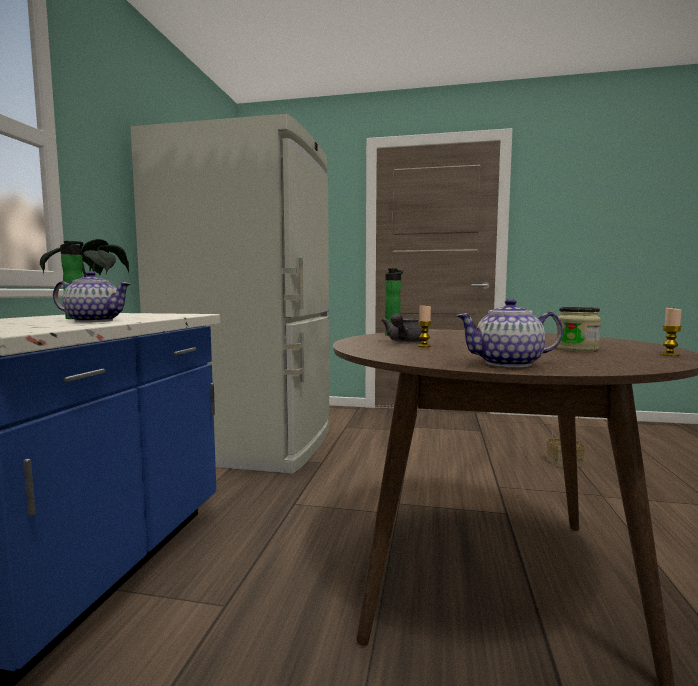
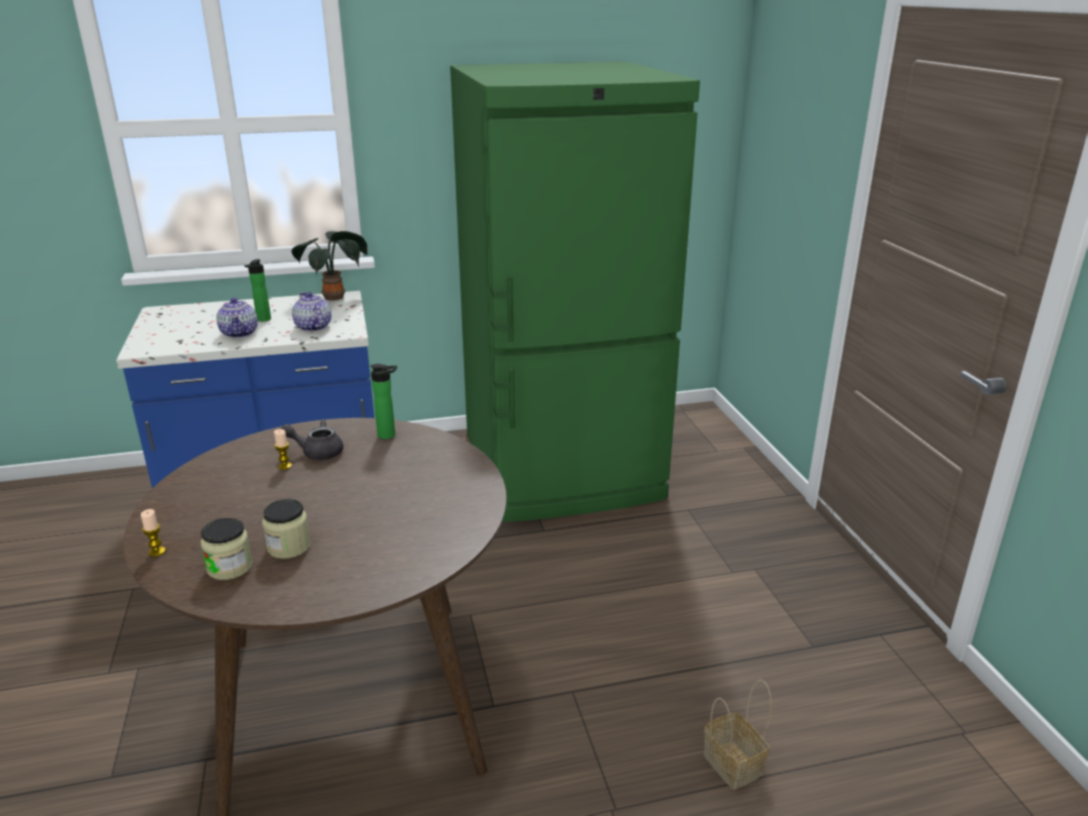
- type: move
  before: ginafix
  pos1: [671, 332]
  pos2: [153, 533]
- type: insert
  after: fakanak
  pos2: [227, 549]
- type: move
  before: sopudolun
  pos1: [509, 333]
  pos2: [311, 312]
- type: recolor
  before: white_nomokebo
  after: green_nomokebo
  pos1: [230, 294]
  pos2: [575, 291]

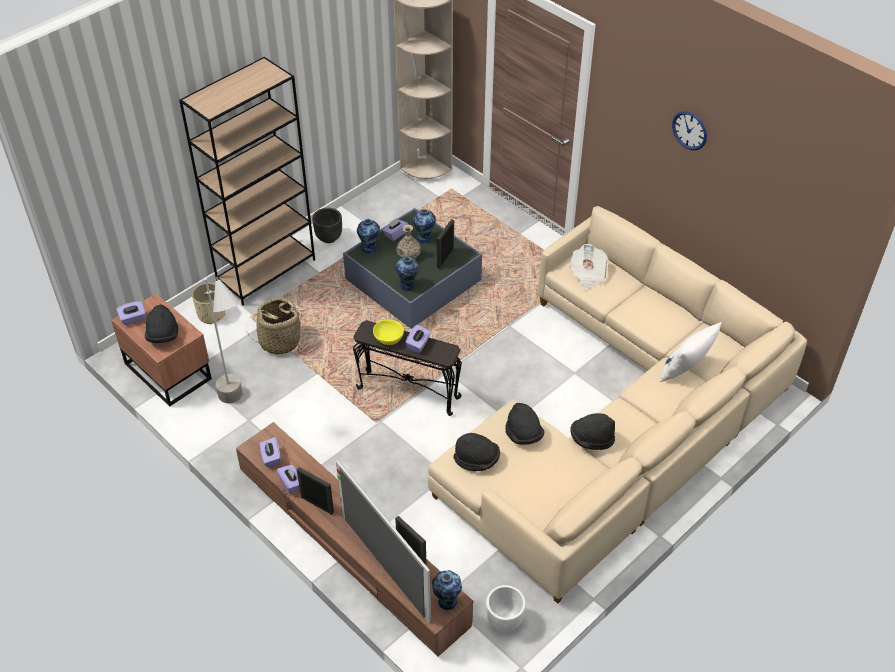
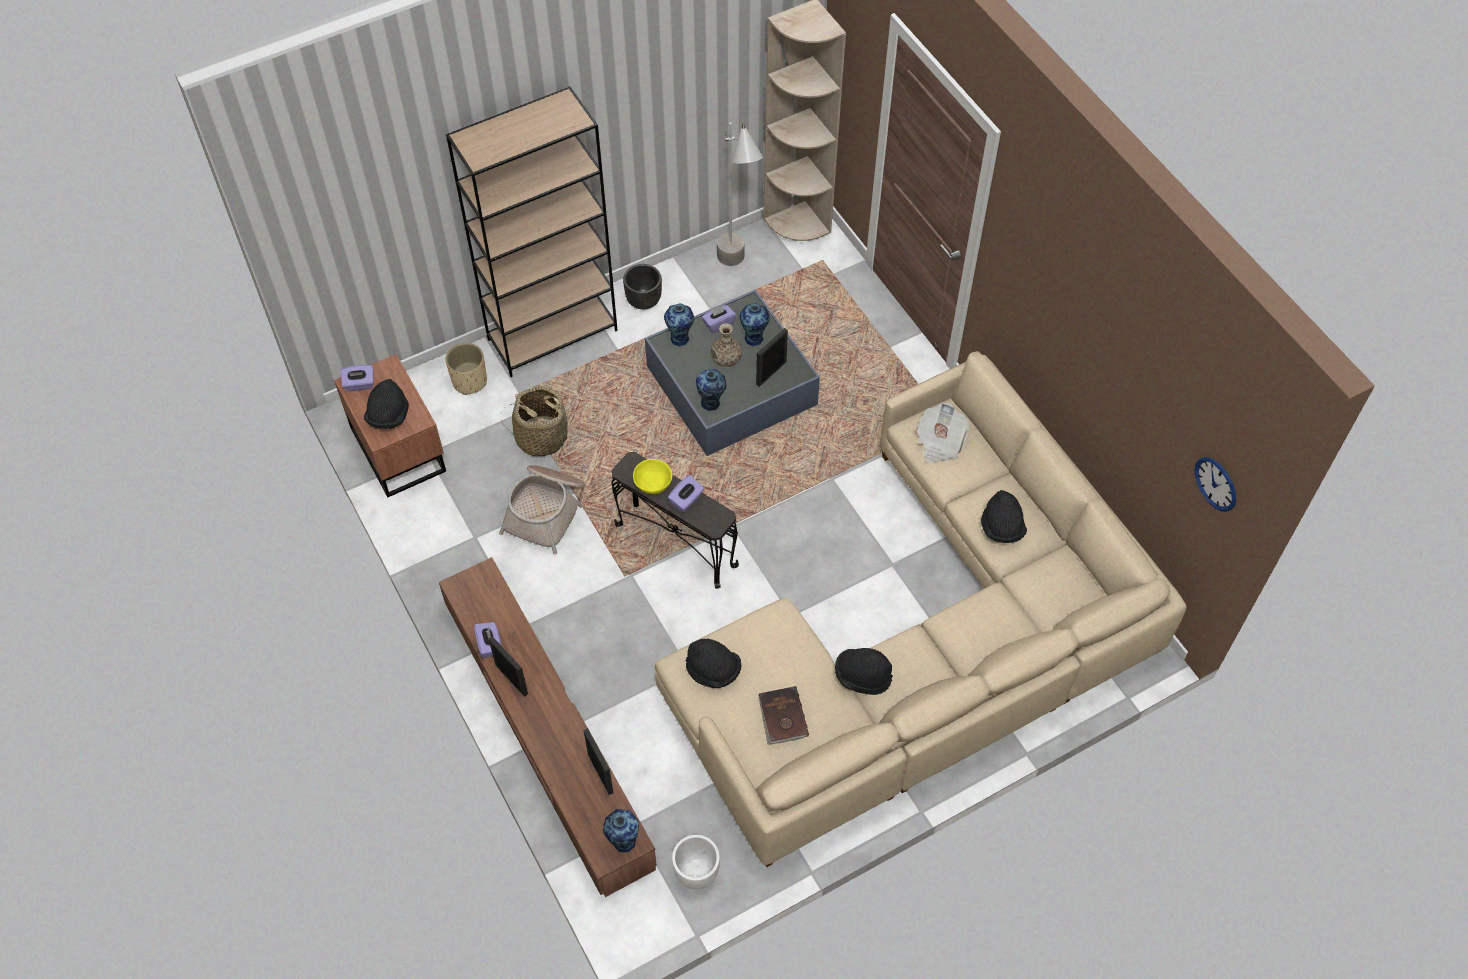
- type: insert
  after: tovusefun
  pos2: [542, 510]
- type: move
  before: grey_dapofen
  pos1: [222, 340]
  pos2: [740, 194]
- type: insert
  after: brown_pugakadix
  pos2: [783, 715]
- type: move
  before: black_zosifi
  pos1: [525, 424]
  pos2: [1004, 516]
- type: move
  before: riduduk
  pos1: [689, 130]
  pos2: [1215, 484]
- type: delete
  before: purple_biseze
  pos1: [270, 452]
- type: delete
  before: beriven
  pos1: [383, 541]
- type: delete
  before: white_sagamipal
  pos1: [690, 352]

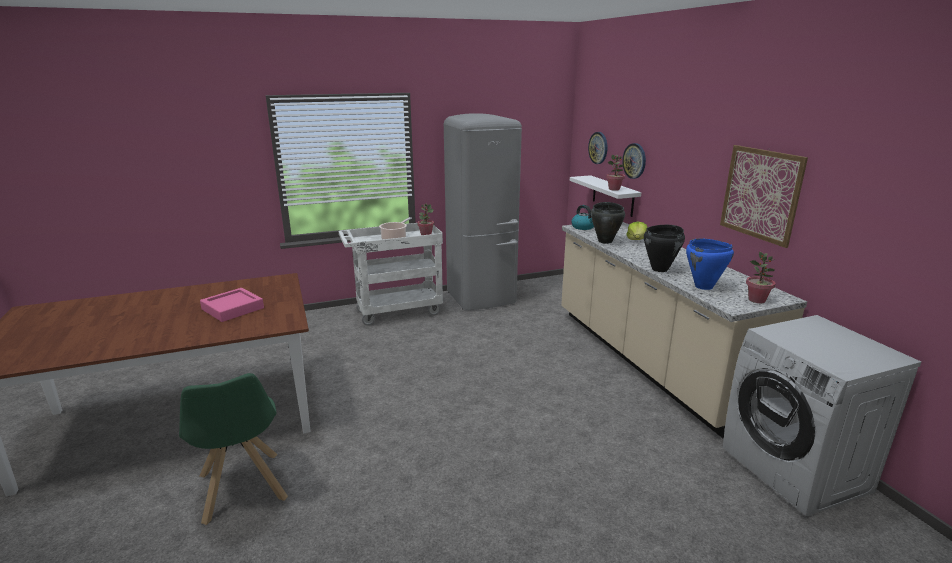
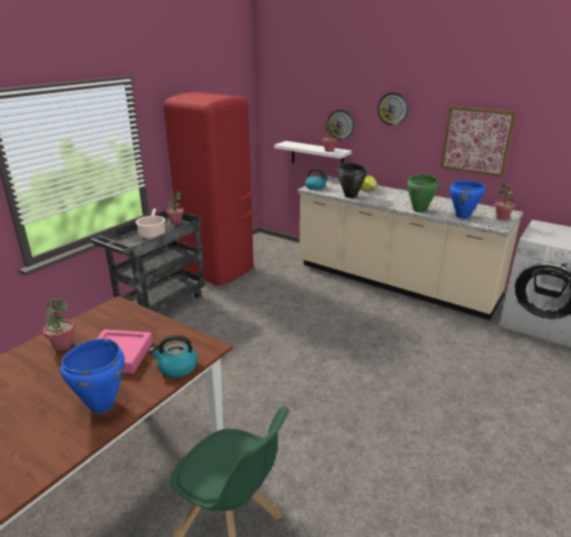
- type: insert
  after: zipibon
  pos2: [59, 324]
- type: insert
  after: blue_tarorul
  pos2: [92, 376]
- type: recolor
  before: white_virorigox
  after: black_virorigox
  pos1: [391, 274]
  pos2: [148, 261]
- type: insert
  after: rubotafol
  pos2: [173, 356]
- type: recolor
  before: grey_nomokebo
  after: red_nomokebo
  pos1: [483, 211]
  pos2: [209, 189]
- type: move
  before: riduduk
  pos1: [598, 148]
  pos2: [393, 109]
- type: recolor
  before: black_tarorul
  after: green_tarorul
  pos1: [664, 248]
  pos2: [423, 193]

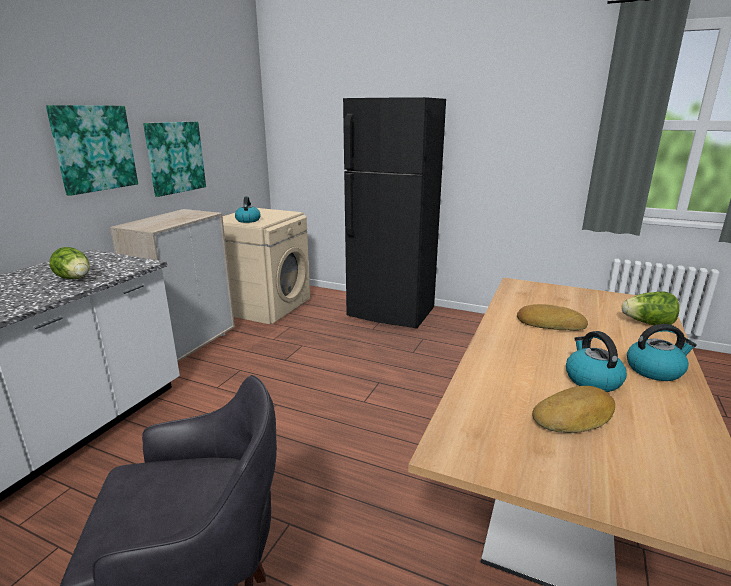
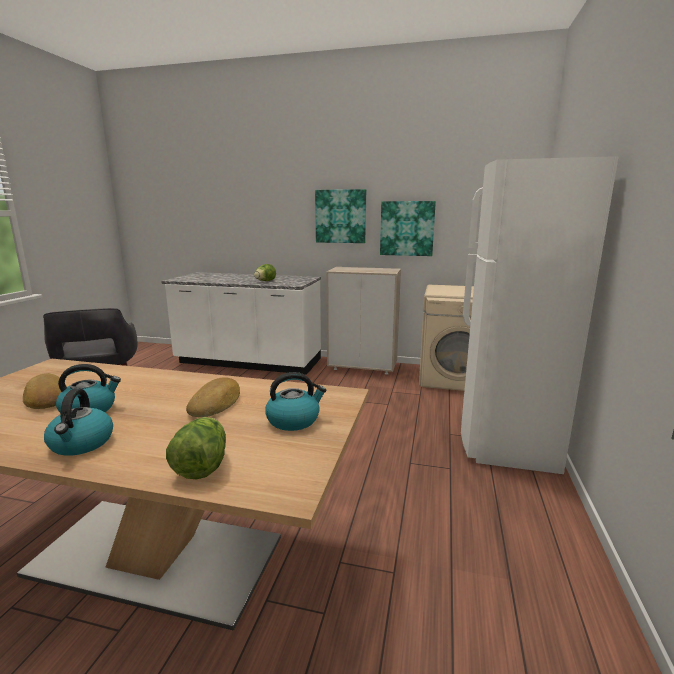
- type: move
  before: rubotafol
  pos1: [248, 209]
  pos2: [295, 401]
- type: recolor
  before: black_nomokebo
  after: white_nomokebo
  pos1: [394, 213]
  pos2: [540, 315]

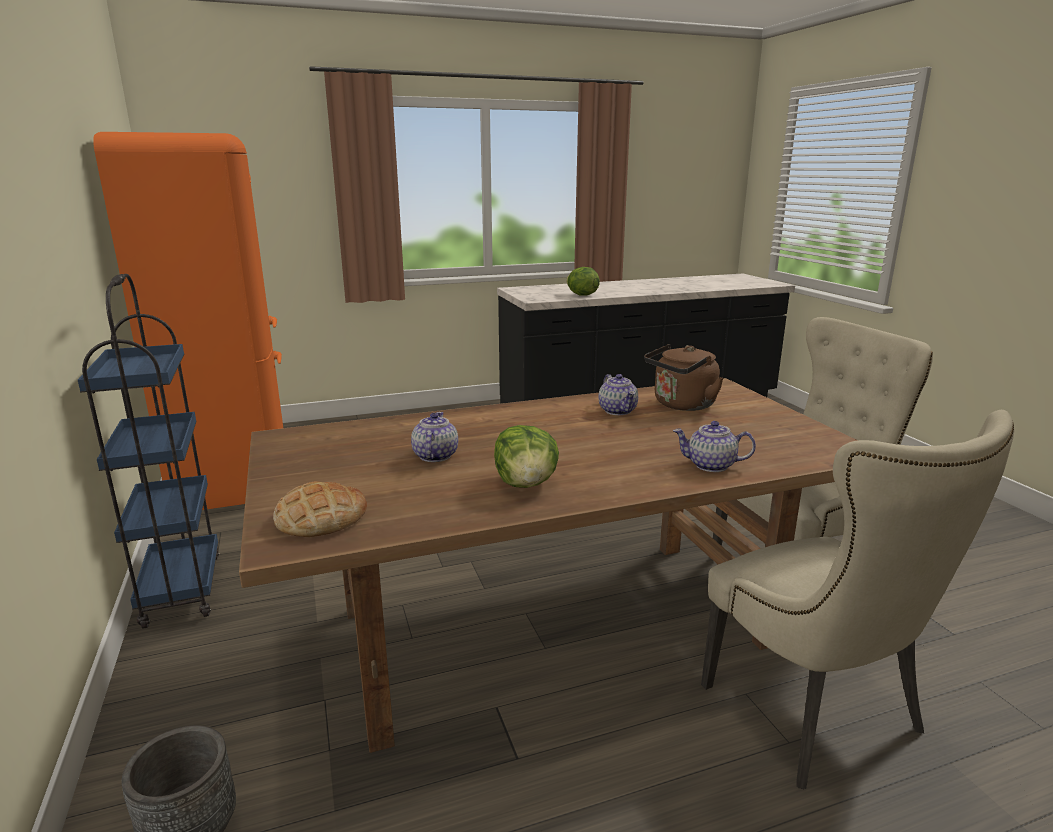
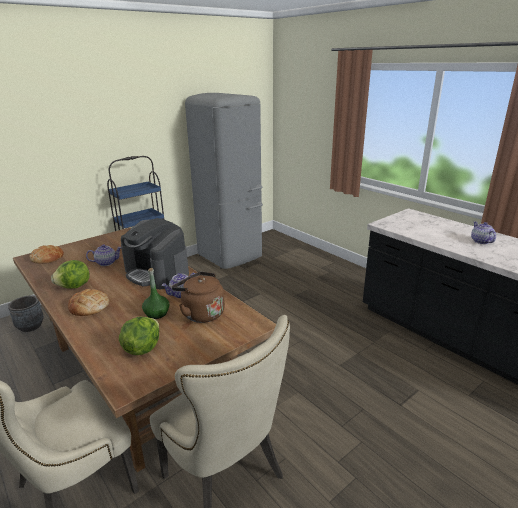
- type: insert
  after: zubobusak
  pos2: [88, 302]
- type: move
  before: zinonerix
  pos1: [583, 281]
  pos2: [139, 336]
- type: insert
  after: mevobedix
  pos2: [155, 253]
- type: insert
  after: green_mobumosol
  pos2: [155, 293]
- type: recolor
  before: orange_nomokebo
  after: grey_nomokebo
  pos1: [188, 321]
  pos2: [224, 181]
- type: move
  before: sopudolun
  pos1: [714, 446]
  pos2: [483, 233]

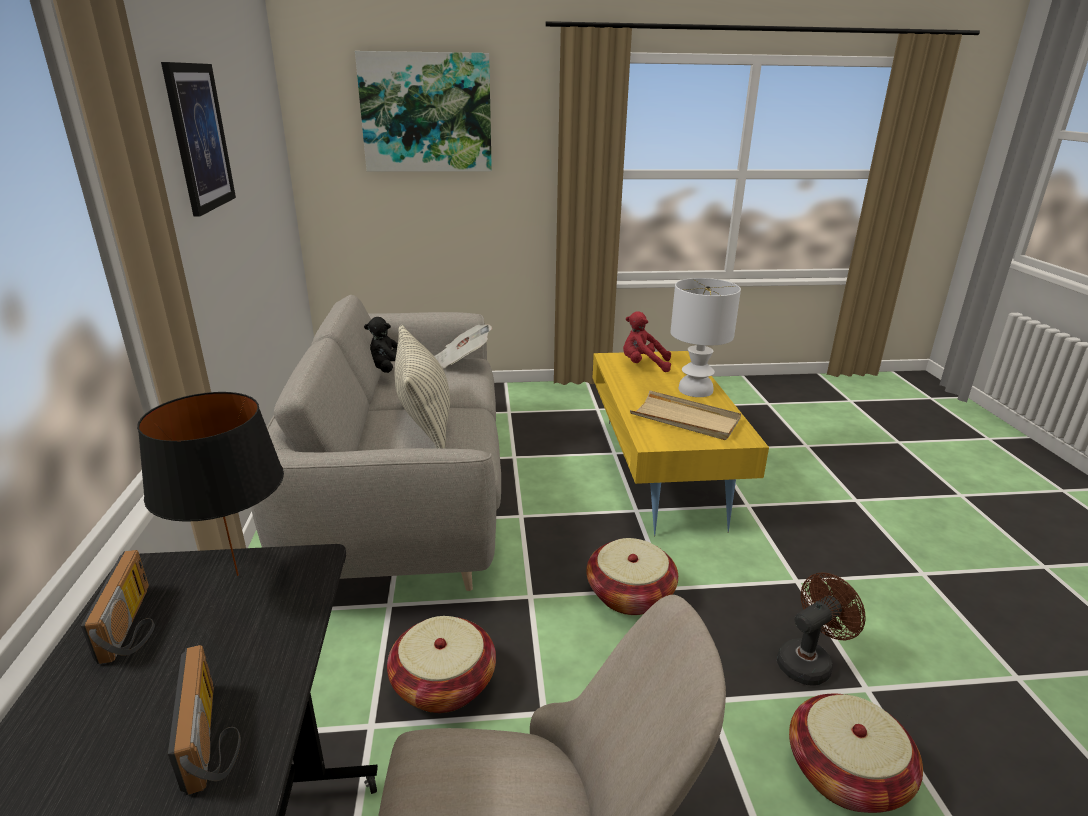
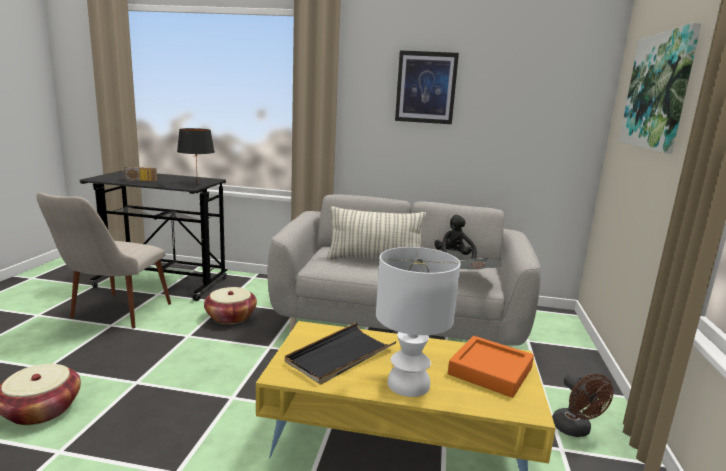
- type: recolor
  before: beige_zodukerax
  after: black_zodukerax
  pos1: [685, 415]
  pos2: [340, 353]
- type: replace
  before: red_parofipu
  after: orange_zodukerax
  pos1: [647, 341]
  pos2: [491, 367]
- type: move
  before: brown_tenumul
  pos1: [821, 629]
  pos2: [583, 405]
- type: delete
  before: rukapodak
  pos1: [118, 607]
- type: delete
  before: tovusefun
  pos1: [632, 576]

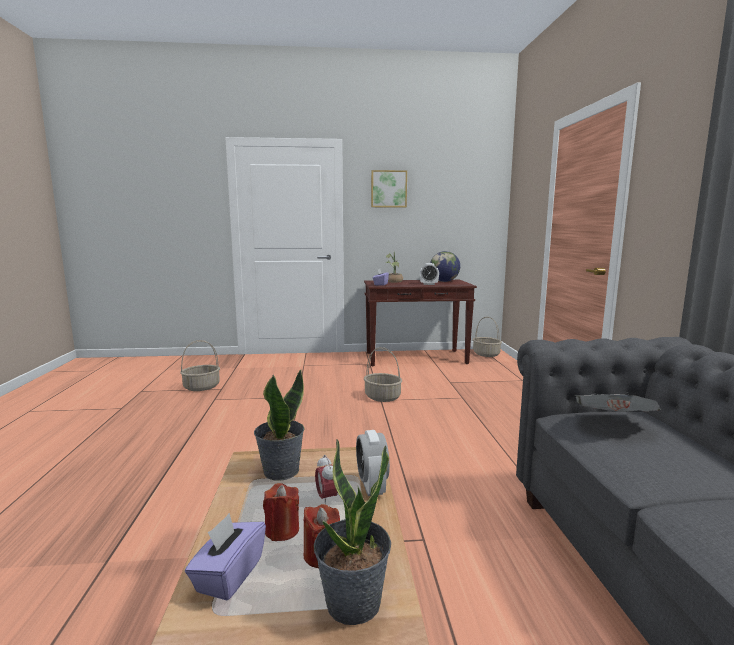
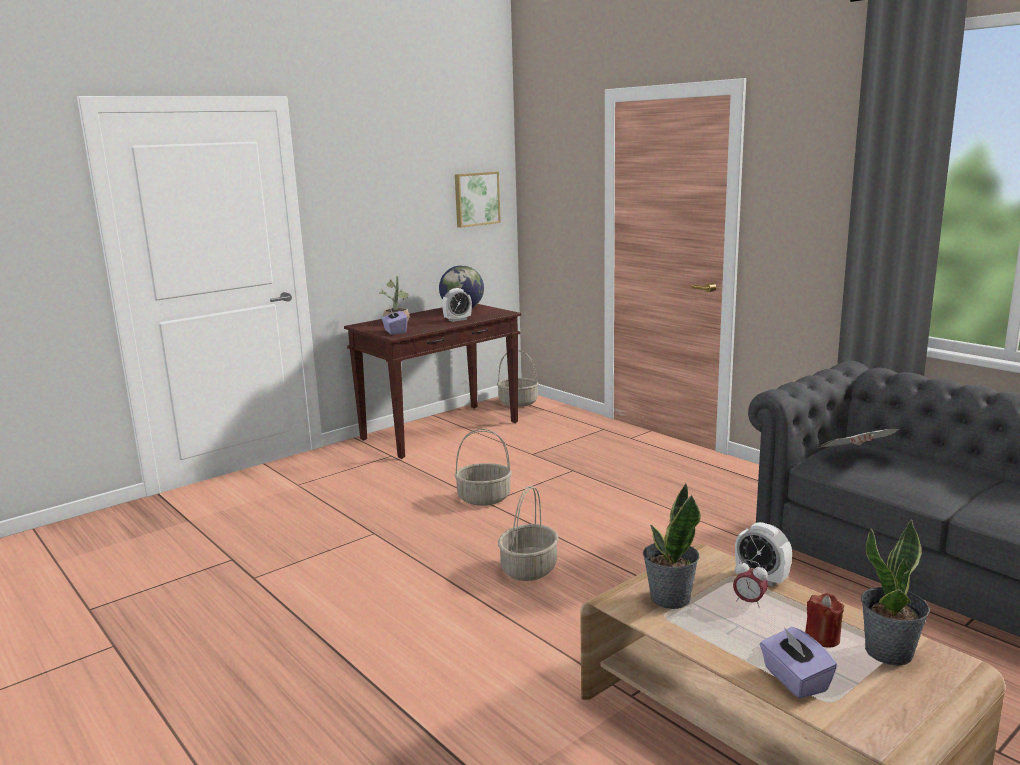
- type: move
  before: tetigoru
  pos1: [389, 188]
  pos2: [478, 199]
- type: move
  before: tovusefun
  pos1: [200, 365]
  pos2: [528, 533]
- type: delete
  before: red_ginafix
  pos1: [281, 512]

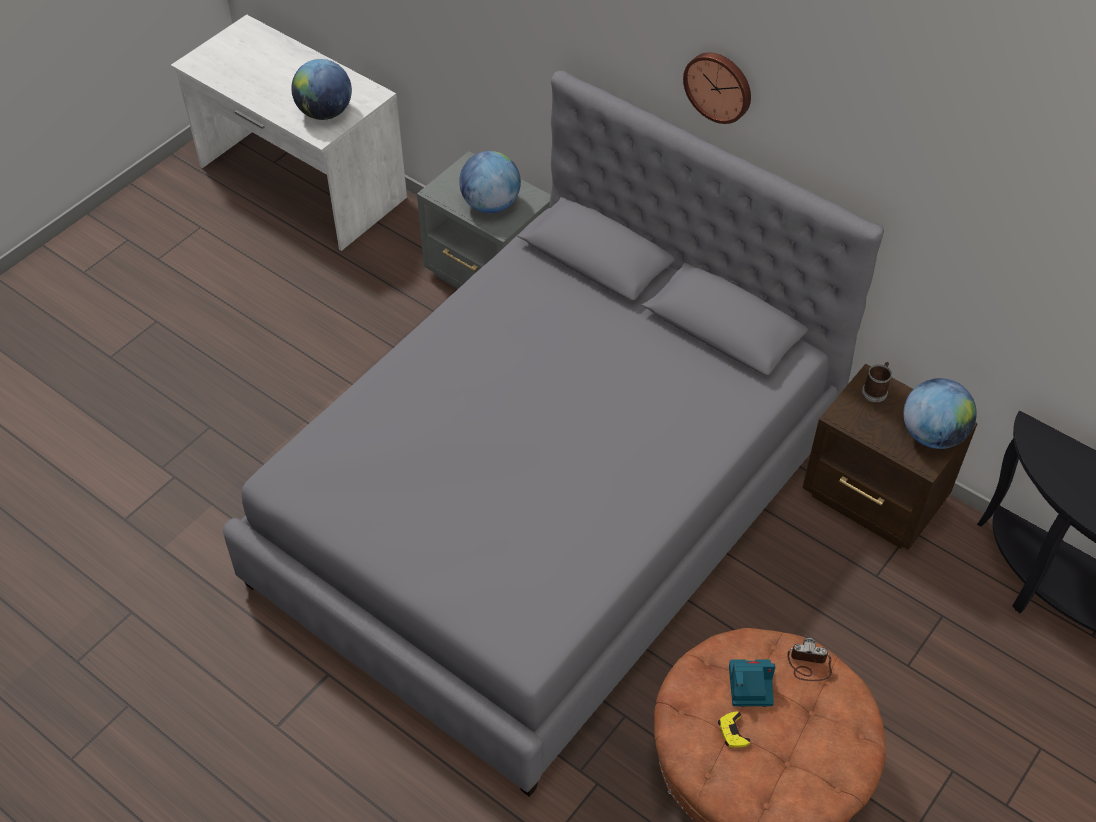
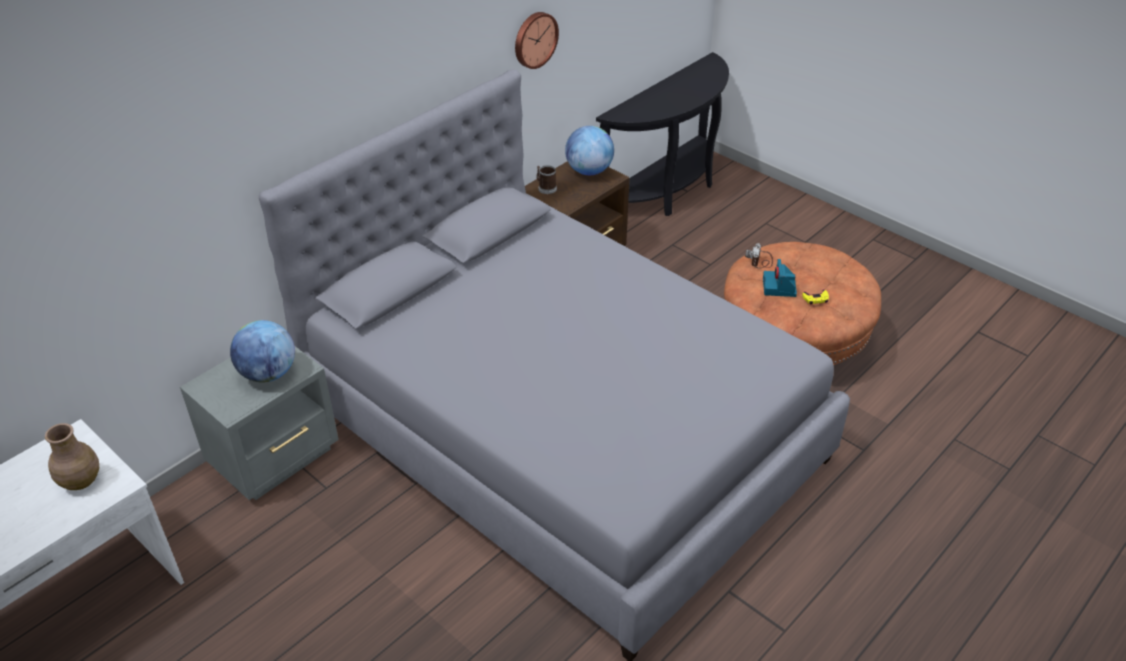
- type: replace
  before: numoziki
  after: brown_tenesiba
  pos1: [321, 89]
  pos2: [72, 456]
- type: move
  before: riduduk
  pos1: [717, 88]
  pos2: [537, 40]

